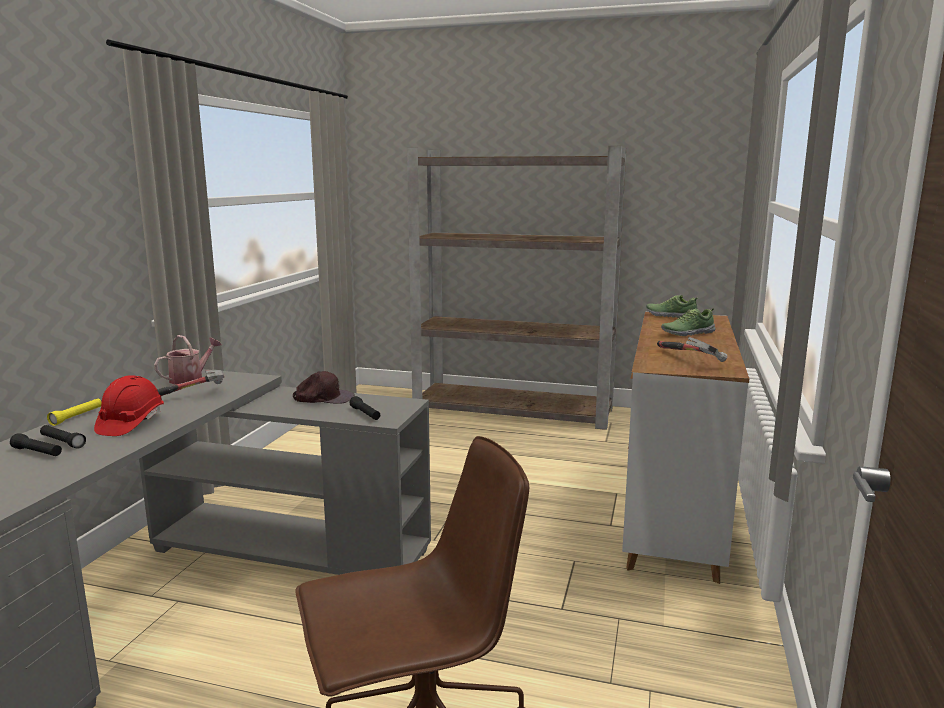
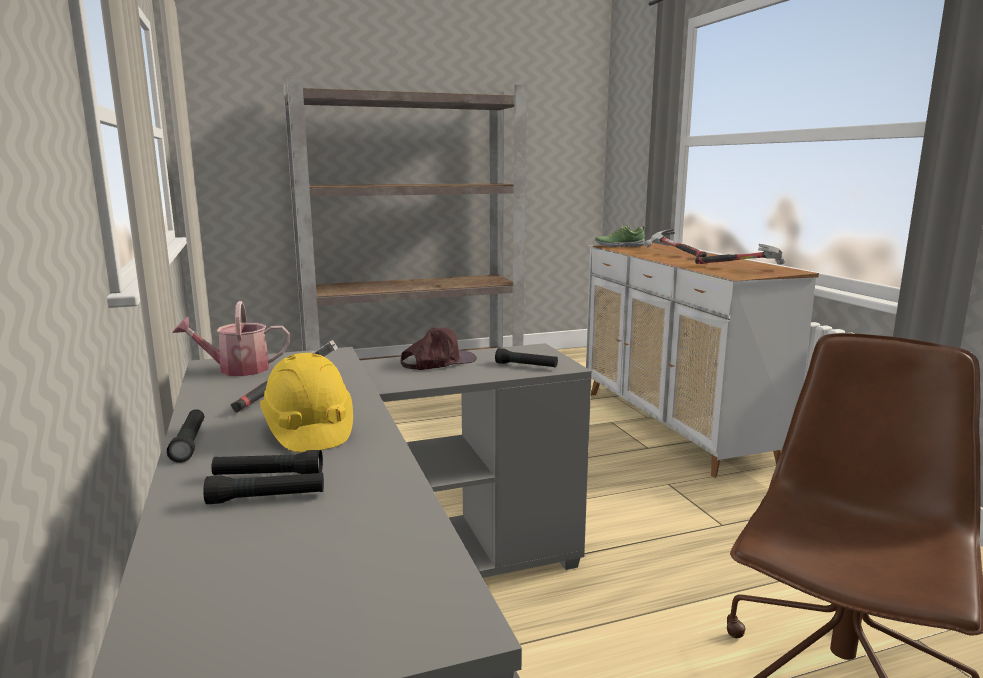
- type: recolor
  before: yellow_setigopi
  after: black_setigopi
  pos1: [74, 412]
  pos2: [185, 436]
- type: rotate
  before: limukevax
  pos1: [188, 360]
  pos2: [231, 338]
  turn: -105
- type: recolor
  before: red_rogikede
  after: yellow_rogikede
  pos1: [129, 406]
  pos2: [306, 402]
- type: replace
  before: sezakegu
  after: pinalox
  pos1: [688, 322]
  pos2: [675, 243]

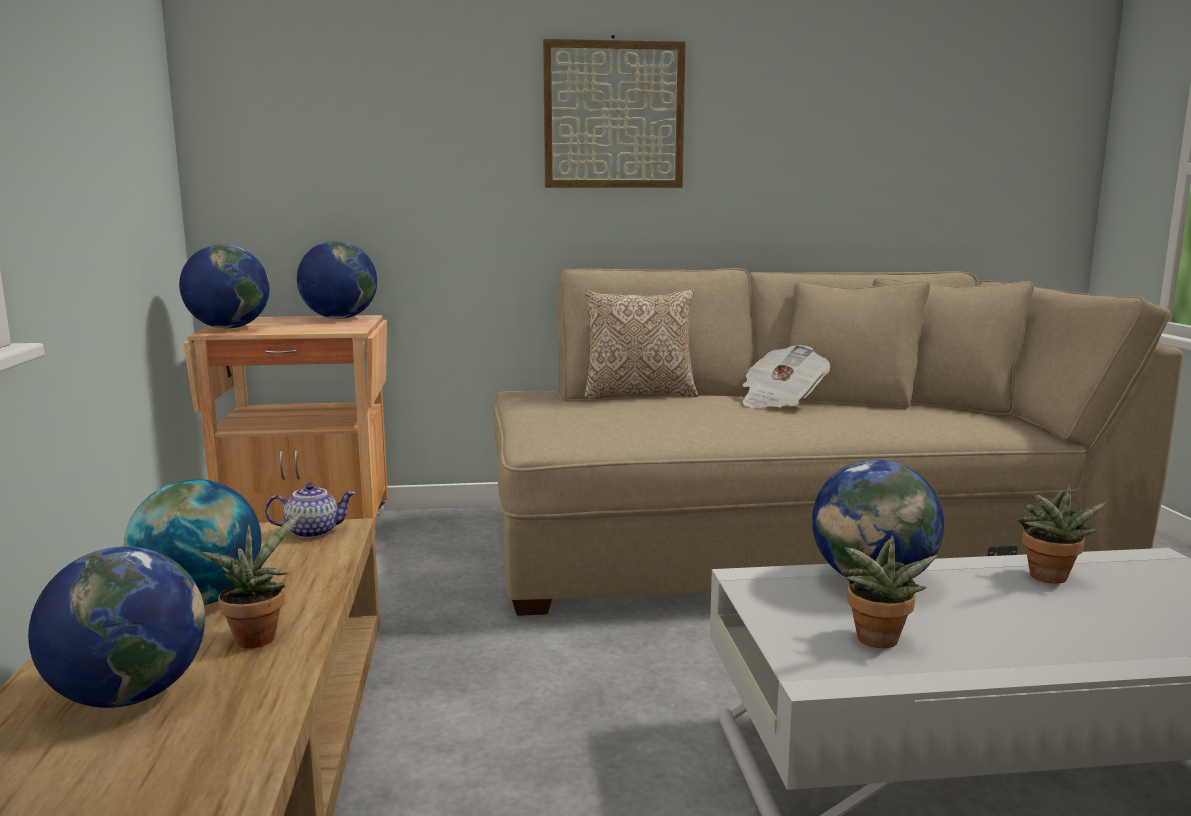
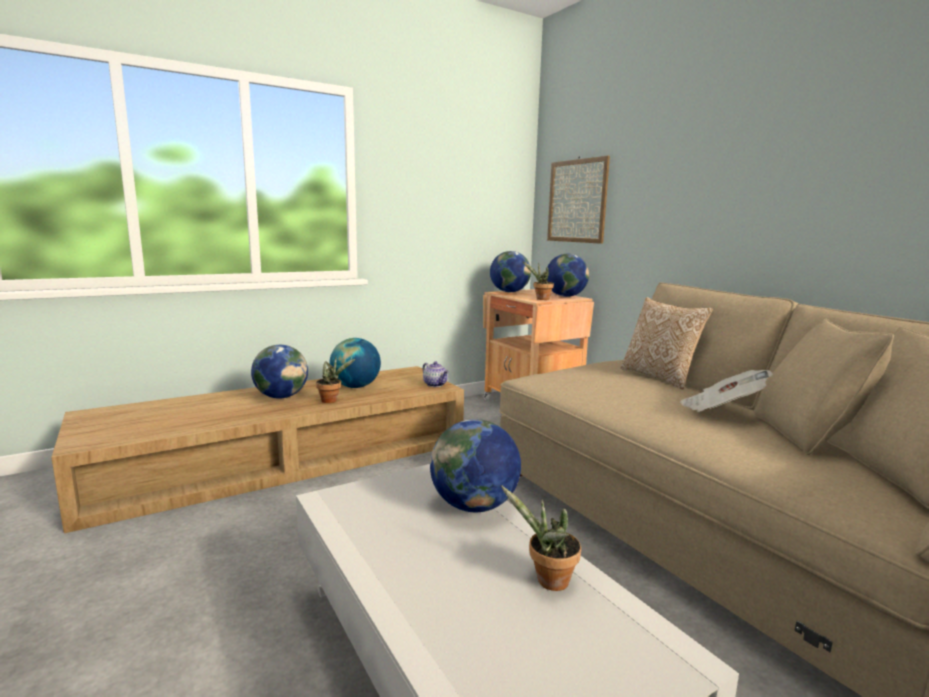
- type: move
  before: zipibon
  pos1: [890, 591]
  pos2: [538, 280]
- type: move
  before: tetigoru
  pos1: [614, 111]
  pos2: [578, 200]

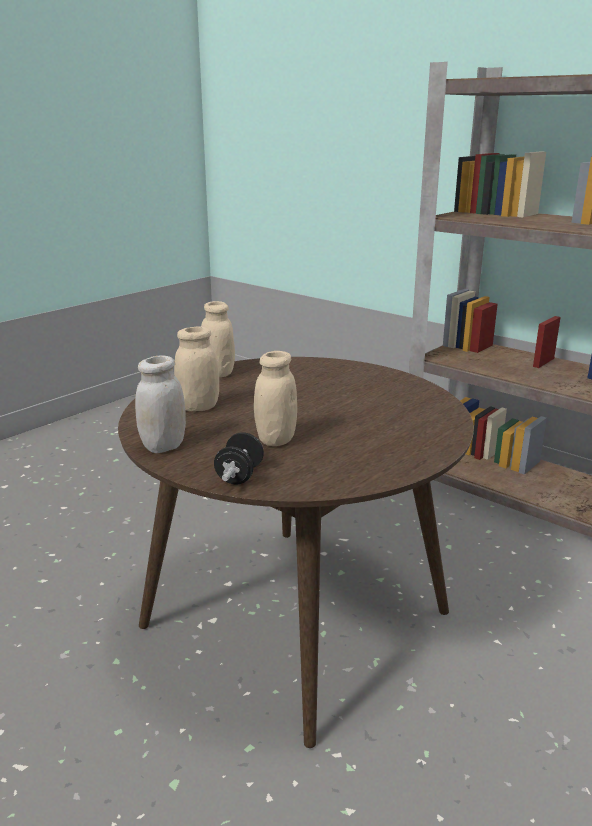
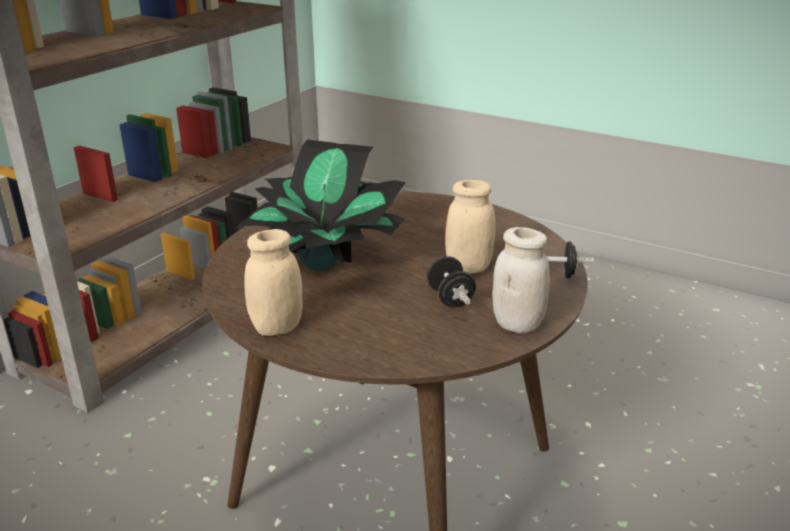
- type: insert
  after: zipibon
  pos2: [319, 205]
- type: insert
  after: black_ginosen
  pos2: [451, 281]
- type: delete
  before: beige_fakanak
  pos1: [196, 368]

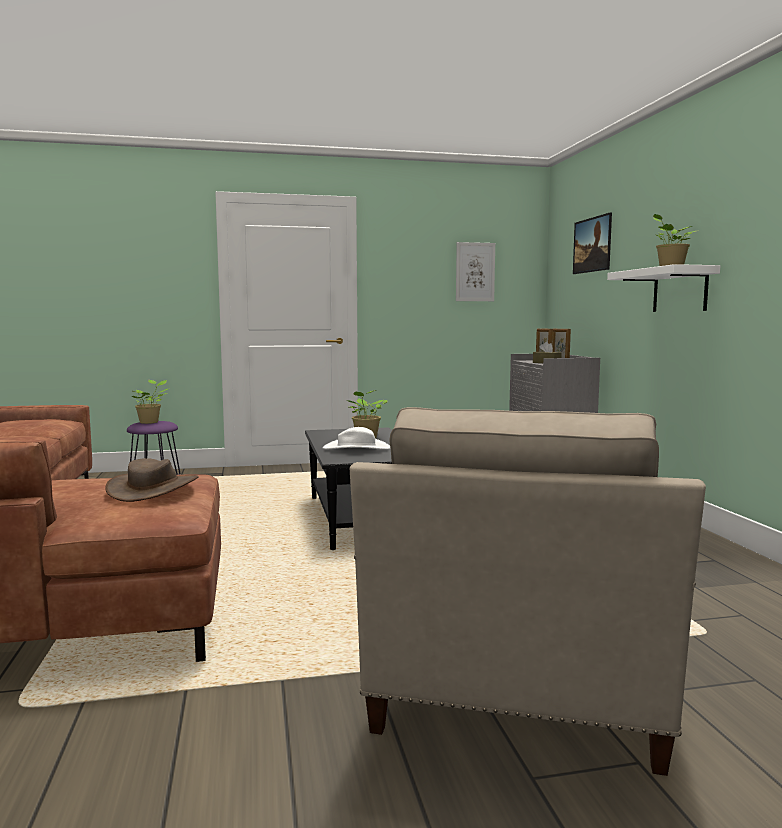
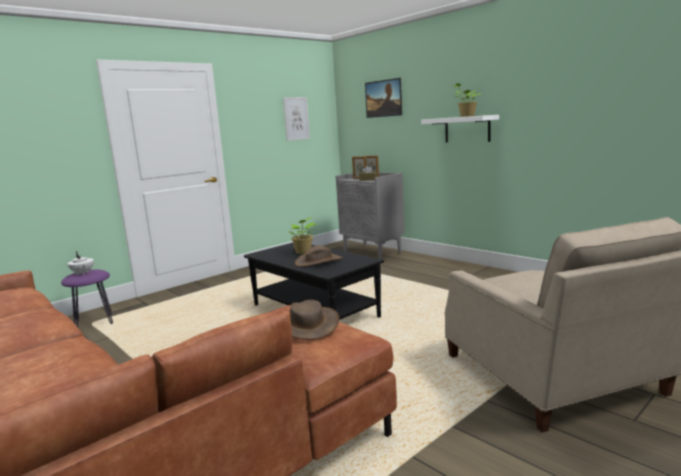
- type: replace
  before: zipibon
  after: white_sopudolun
  pos1: [150, 402]
  pos2: [80, 263]
- type: recolor
  before: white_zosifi
  after: brown_zosifi
  pos1: [356, 438]
  pos2: [319, 256]

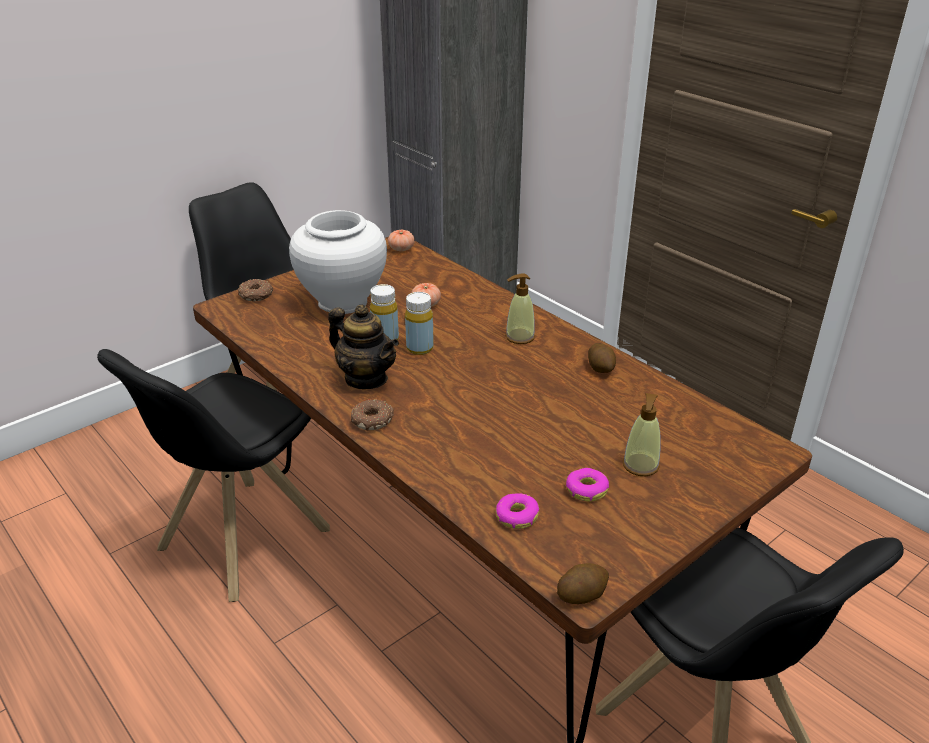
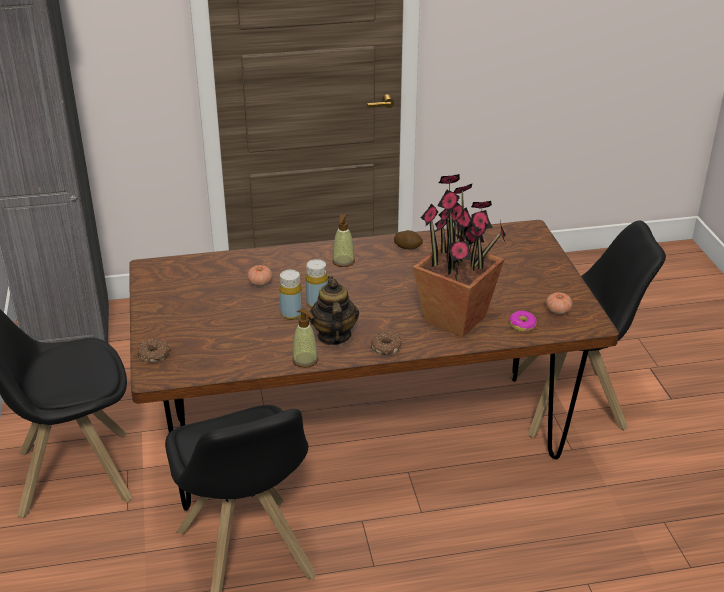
- type: move
  before: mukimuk
  pos1: [642, 434]
  pos2: [305, 338]
- type: rotate
  before: sopudolun
  pos1: [363, 347]
  pos2: [333, 310]
  turn: -75
- type: insert
  after: zipibon
  pos2: [459, 255]
- type: move
  before: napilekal
  pos1: [401, 240]
  pos2: [559, 303]
- type: delete
  before: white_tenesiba
  pos1: [338, 262]
- type: delete
  before: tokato
  pos1: [583, 583]
- type: delete
  before: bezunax
  pos1: [587, 485]

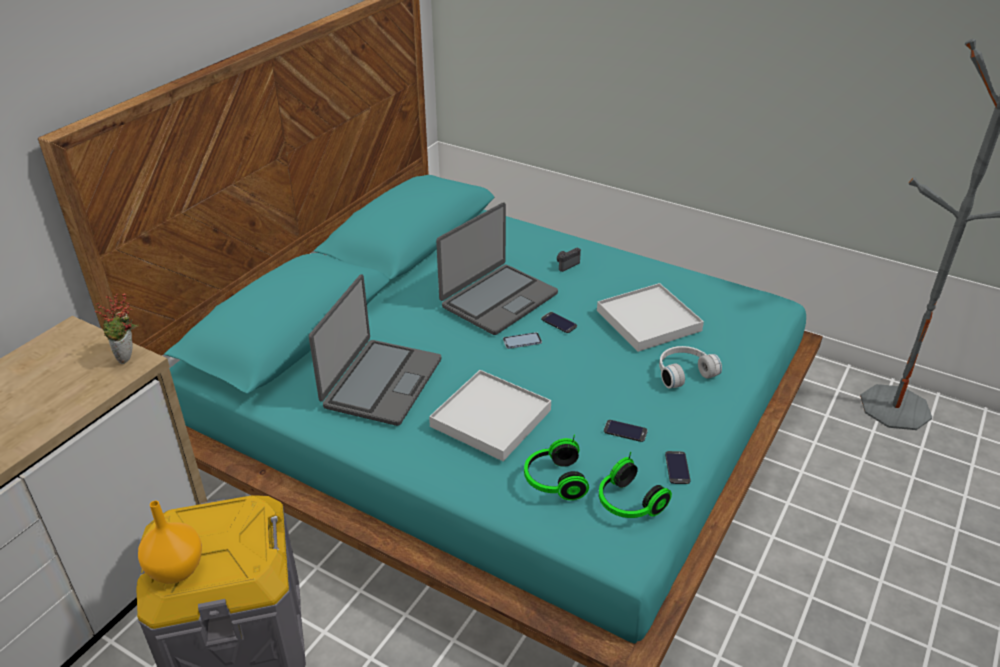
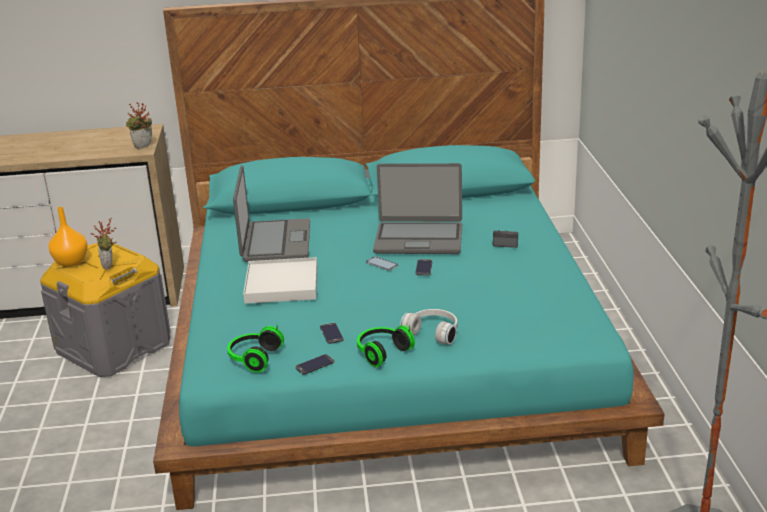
- type: insert
  after: zipibon
  pos2: [103, 243]
- type: rotate
  before: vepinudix
  pos1: [375, 350]
  pos2: [271, 213]
  turn: -75
- type: move
  before: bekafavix
  pos1: [556, 467]
  pos2: [386, 346]
- type: delete
  before: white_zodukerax
  pos1: [650, 317]

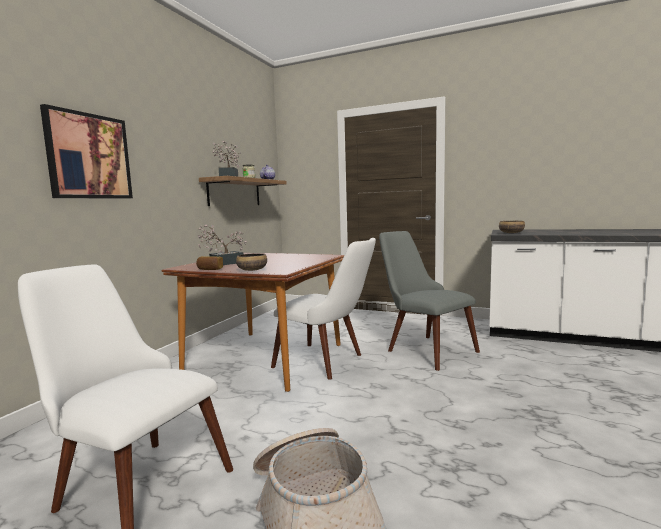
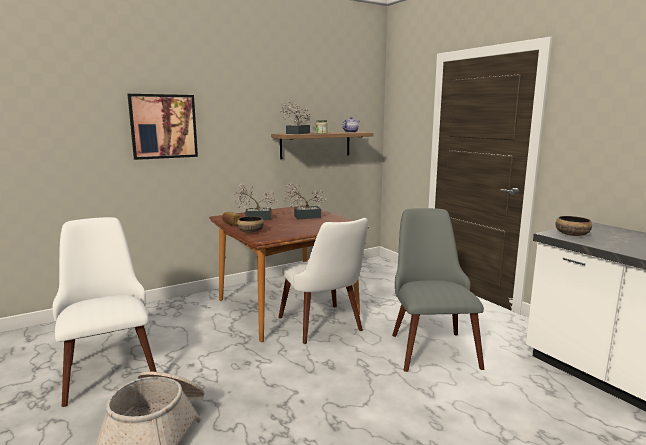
- type: insert
  after: zipibon
  pos2: [305, 201]

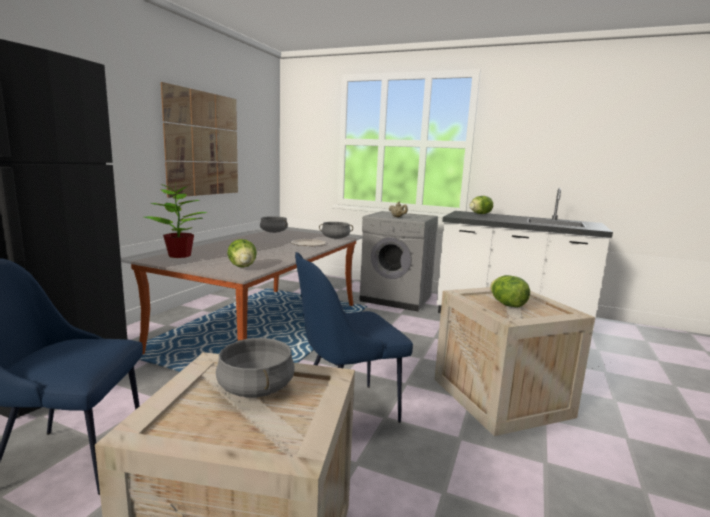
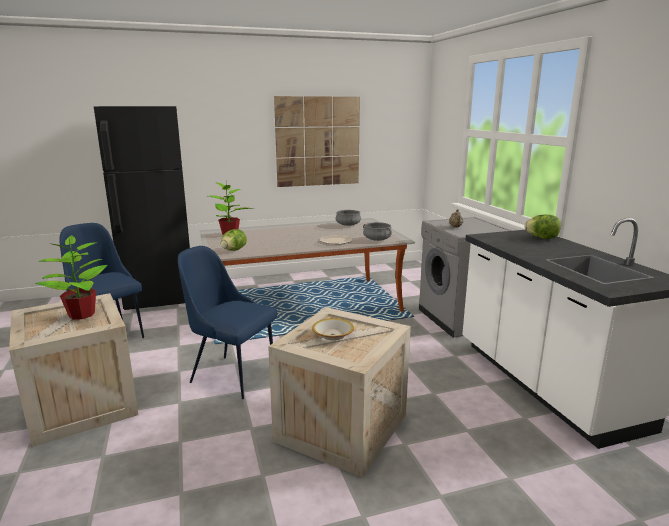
- type: replace
  before: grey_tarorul
  after: zipibon
  pos1: [255, 367]
  pos2: [71, 277]
- type: replace
  before: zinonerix
  after: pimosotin
  pos1: [510, 291]
  pos2: [333, 329]

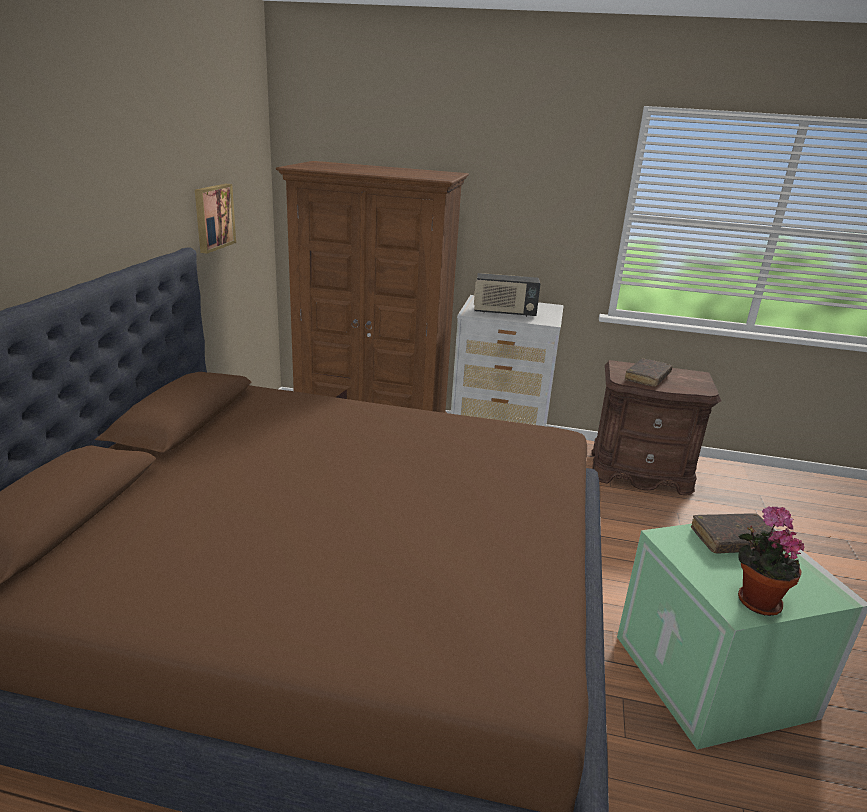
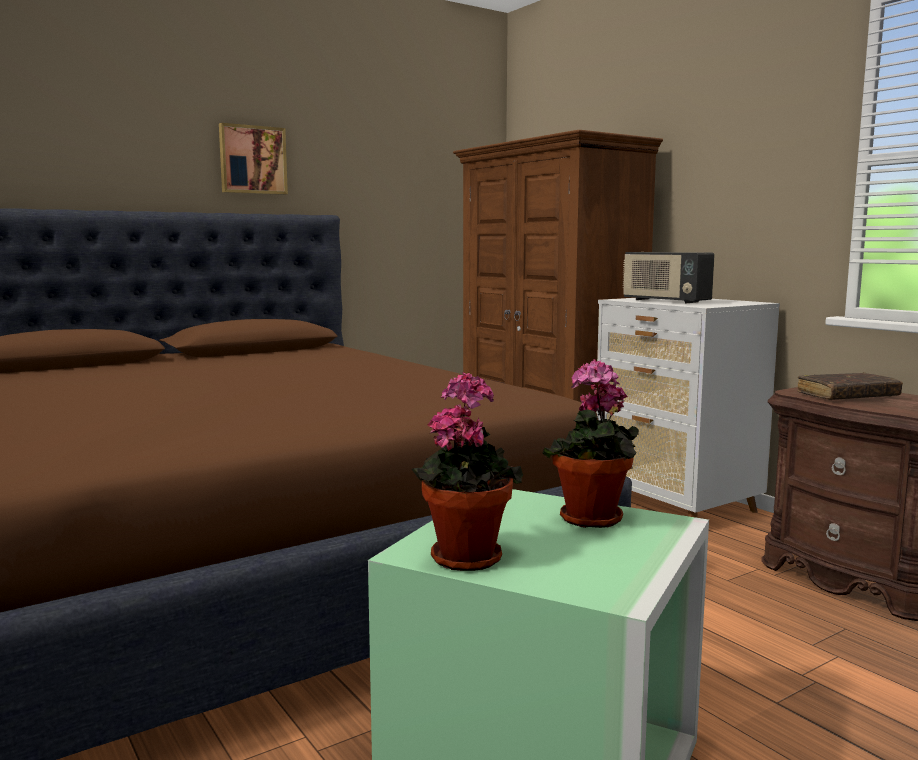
- type: move
  before: tetigoru
  pos1: [215, 219]
  pos2: [253, 159]
- type: replace
  before: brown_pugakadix
  after: zipibon
  pos1: [733, 533]
  pos2: [590, 443]

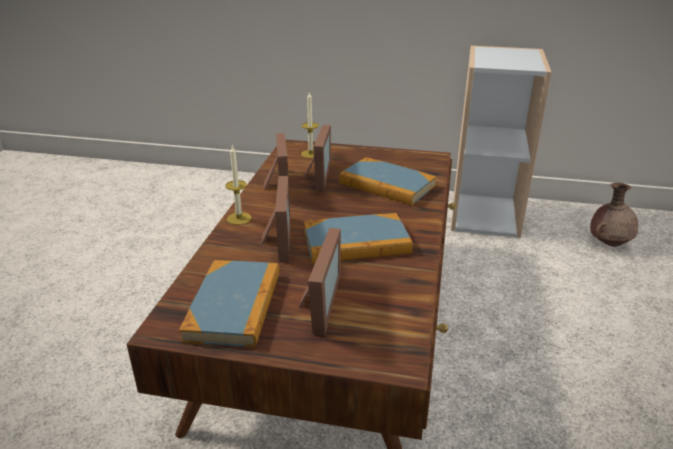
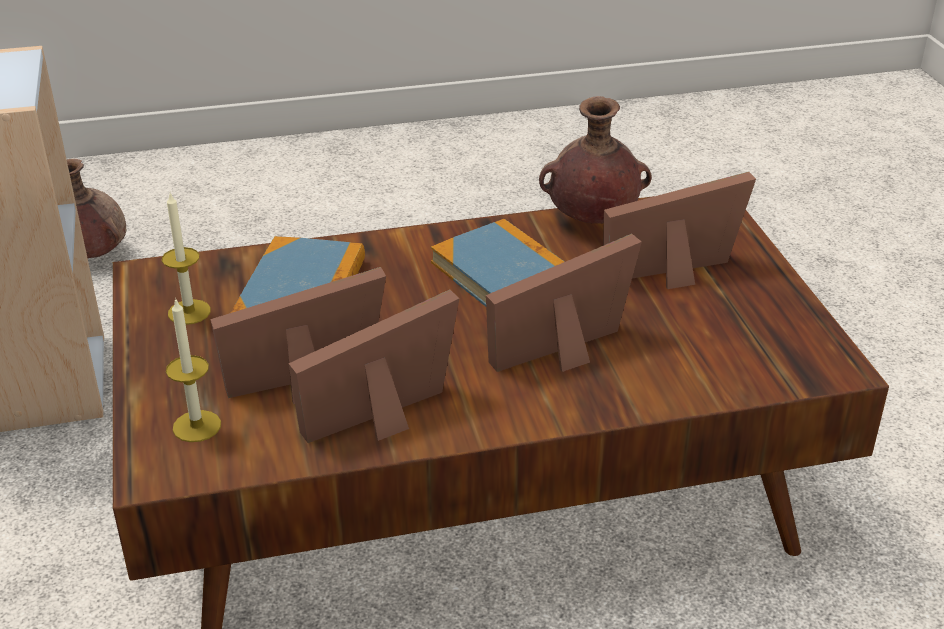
- type: move
  before: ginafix
  pos1: [238, 185]
  pos2: [186, 259]
- type: insert
  after: brown_tenesiba
  pos2: [595, 160]
- type: delete
  before: pugakadix
  pos1: [229, 304]

